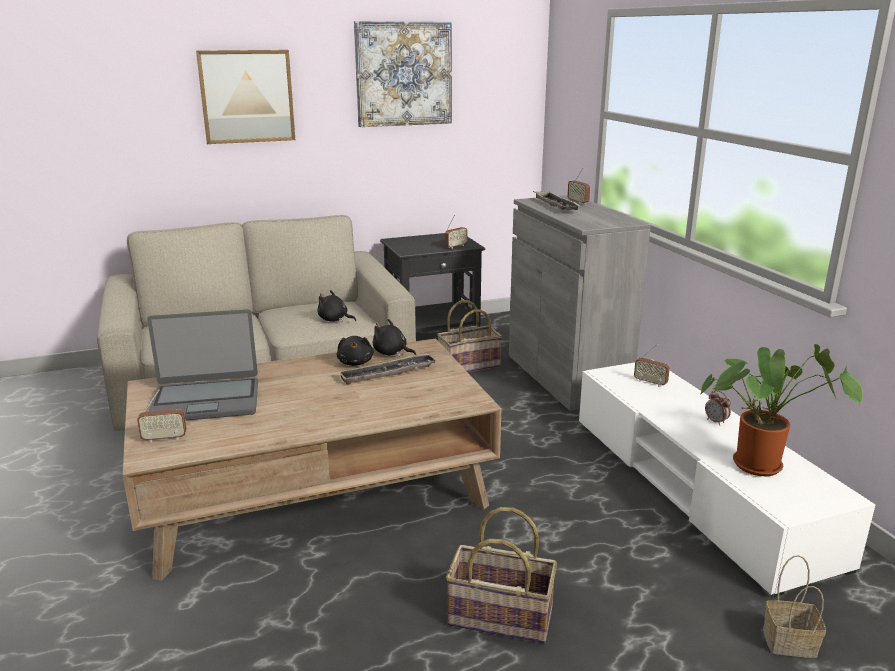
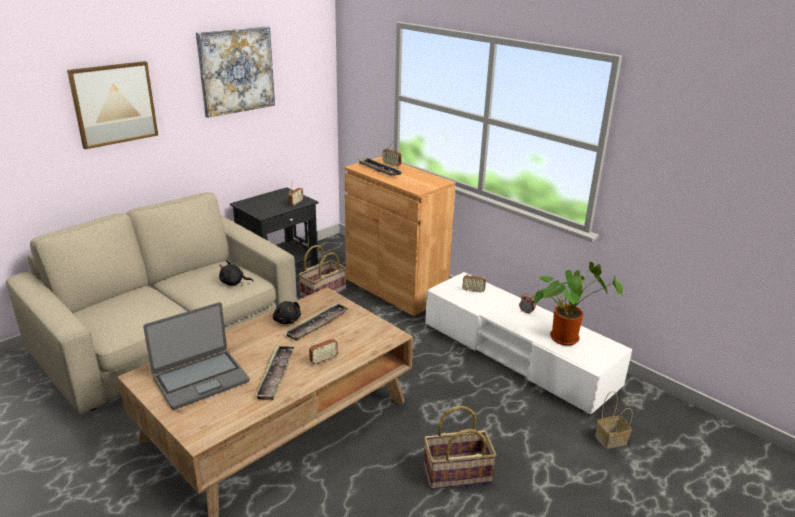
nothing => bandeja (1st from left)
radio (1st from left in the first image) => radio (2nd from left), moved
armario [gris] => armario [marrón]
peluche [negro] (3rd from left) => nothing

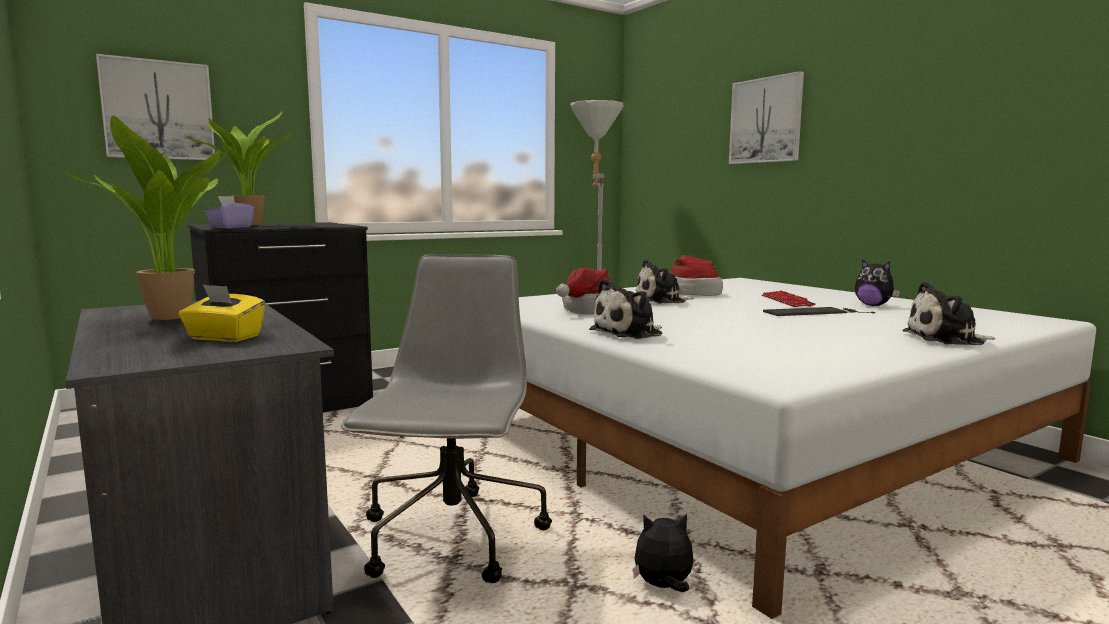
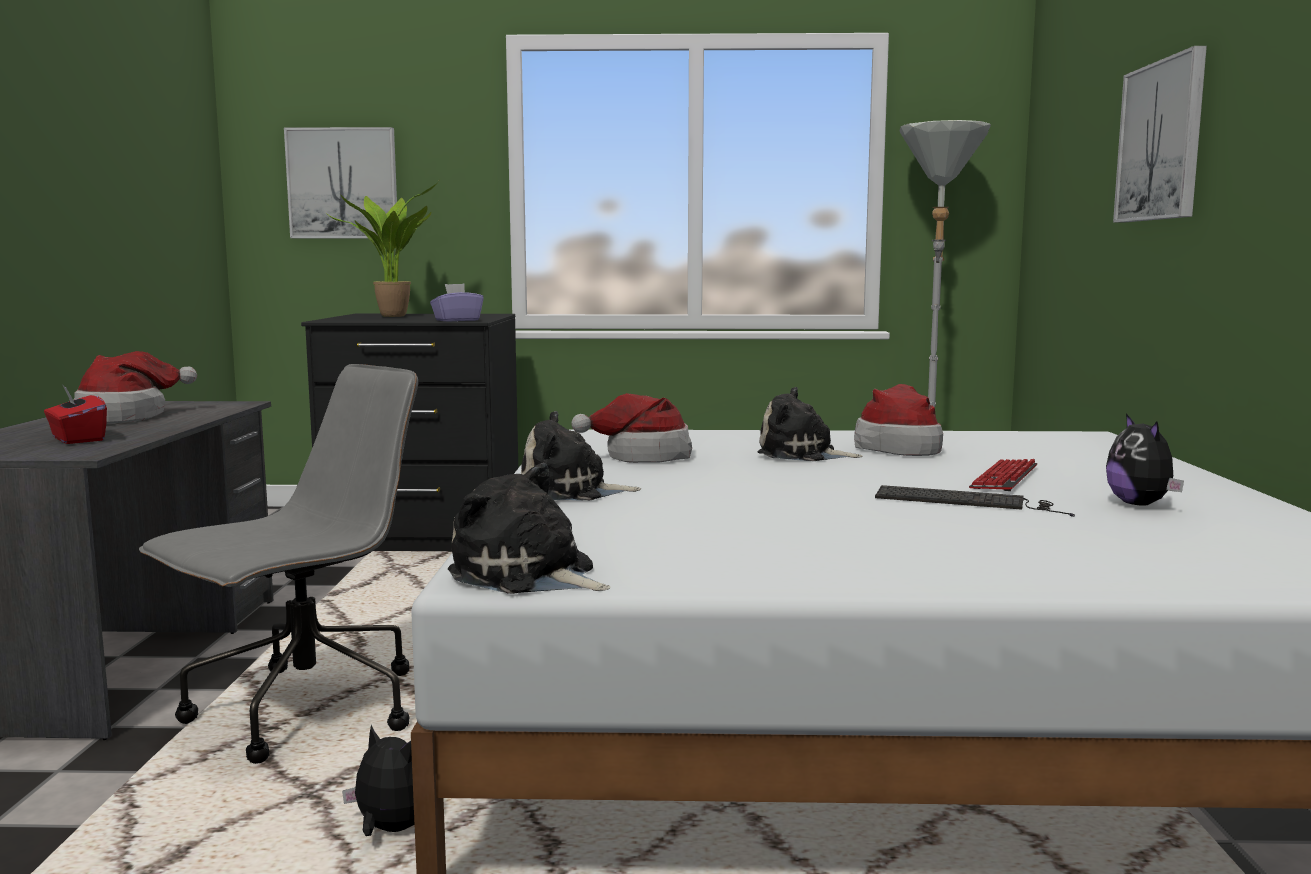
caja de pañuelos [amarillo] => caja de pañuelos [rojo]
planta en maceta (1st from left) => sombrero (1st from left)
caja de pañuelos [morado], moved
peluche (5th from left in the first image) => peluche (2nd from left), moved

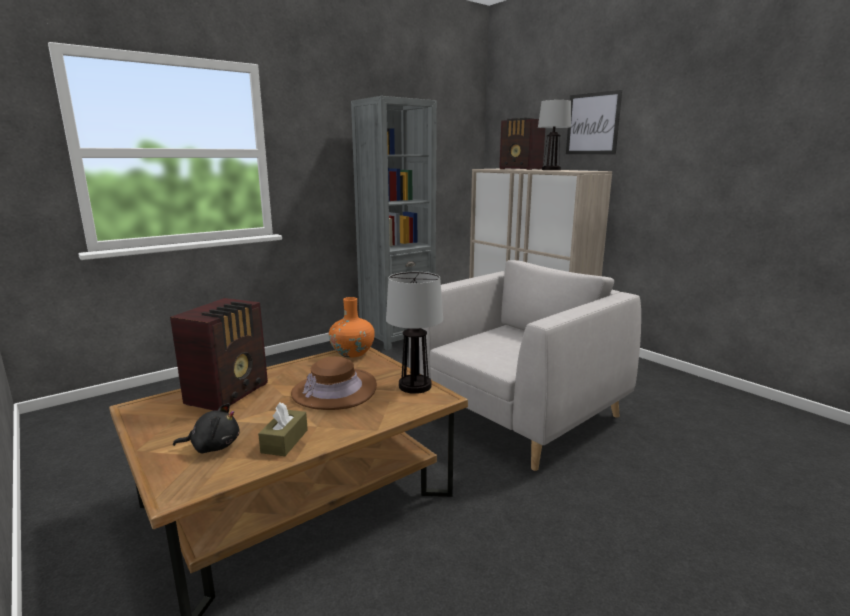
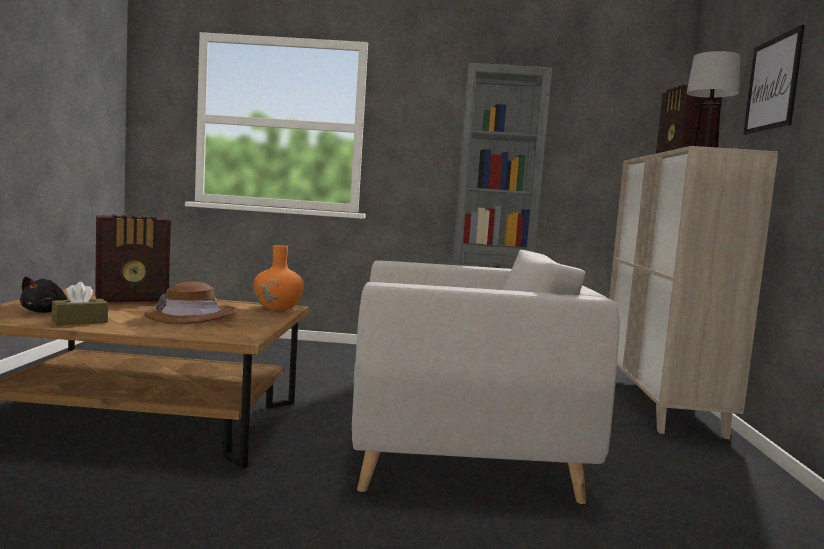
peluche [negro], 60 degrees clockwise
lámpara de mesa (1st from left) => nothing

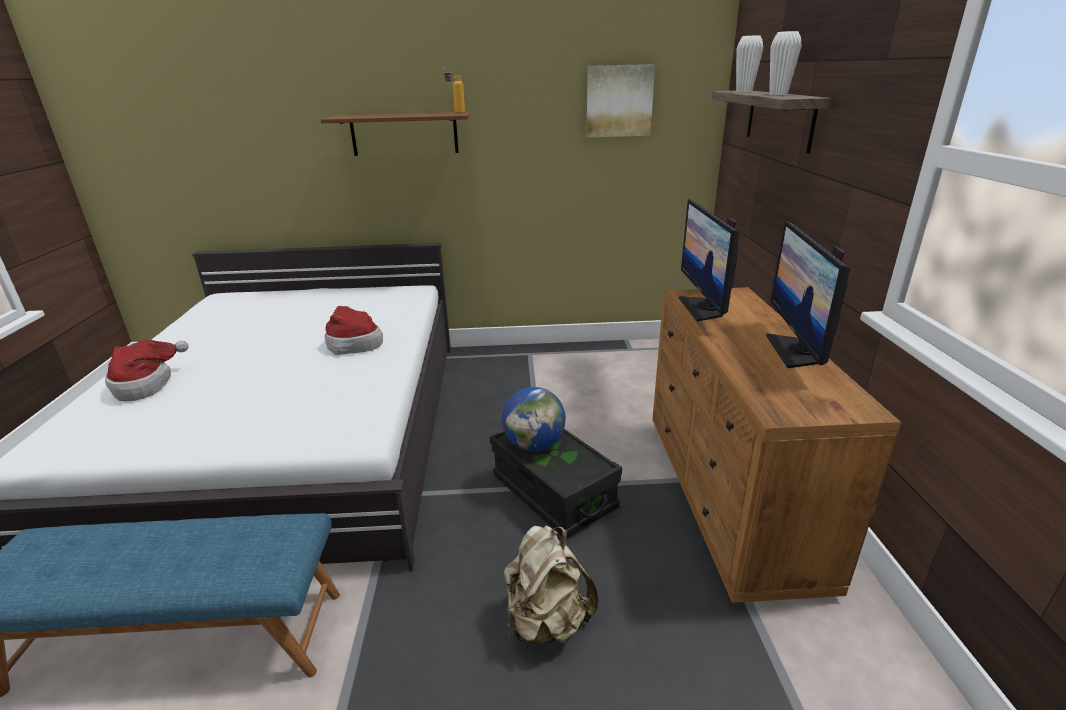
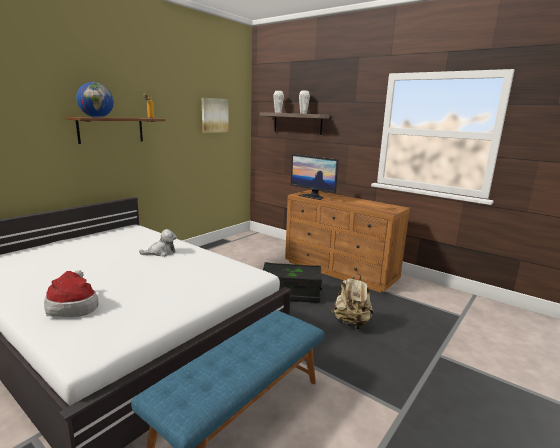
globo terráqueo, moved
sombrero (2nd from left) => peluche
monitor (2nd from left) => nothing

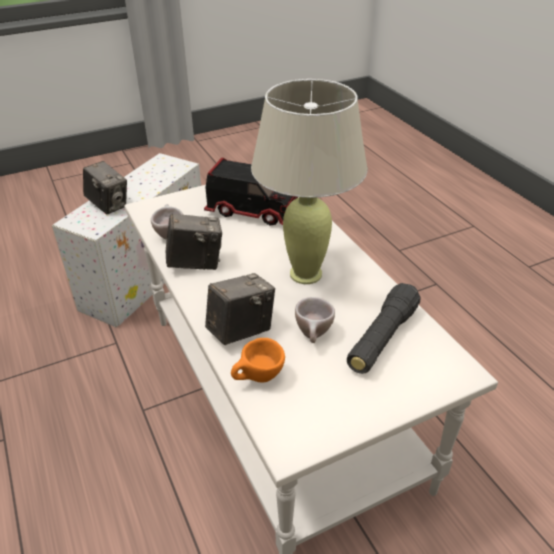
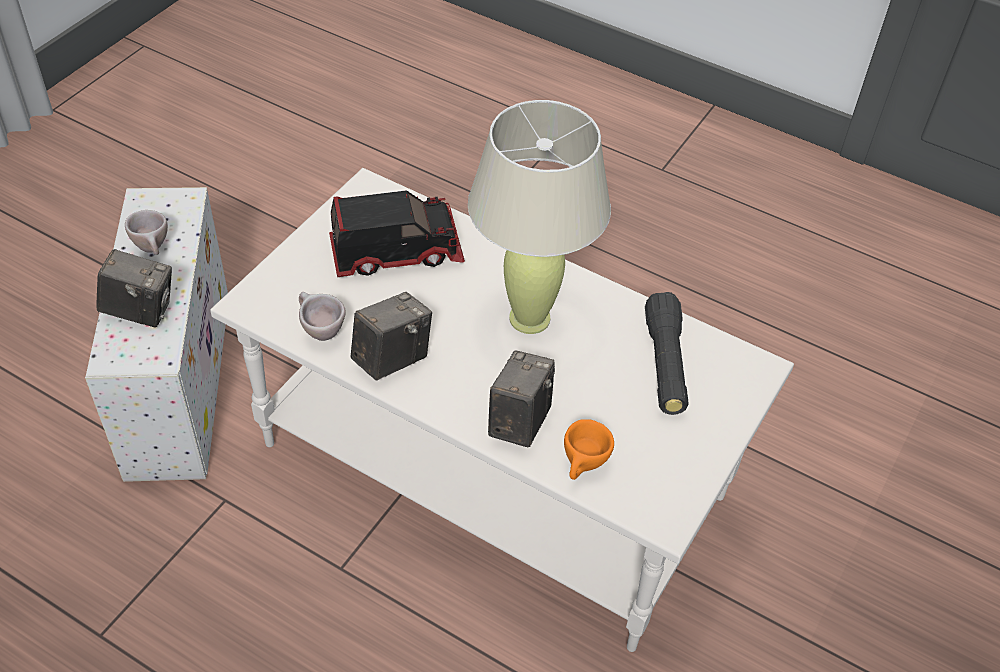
taza [beis] (2nd from left in the first image) => taza [beis] (1st from left), moved

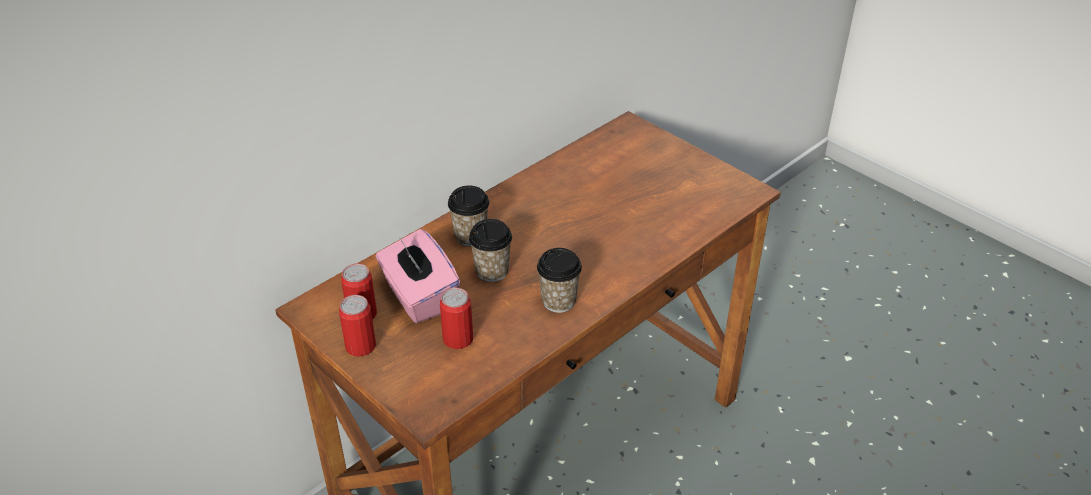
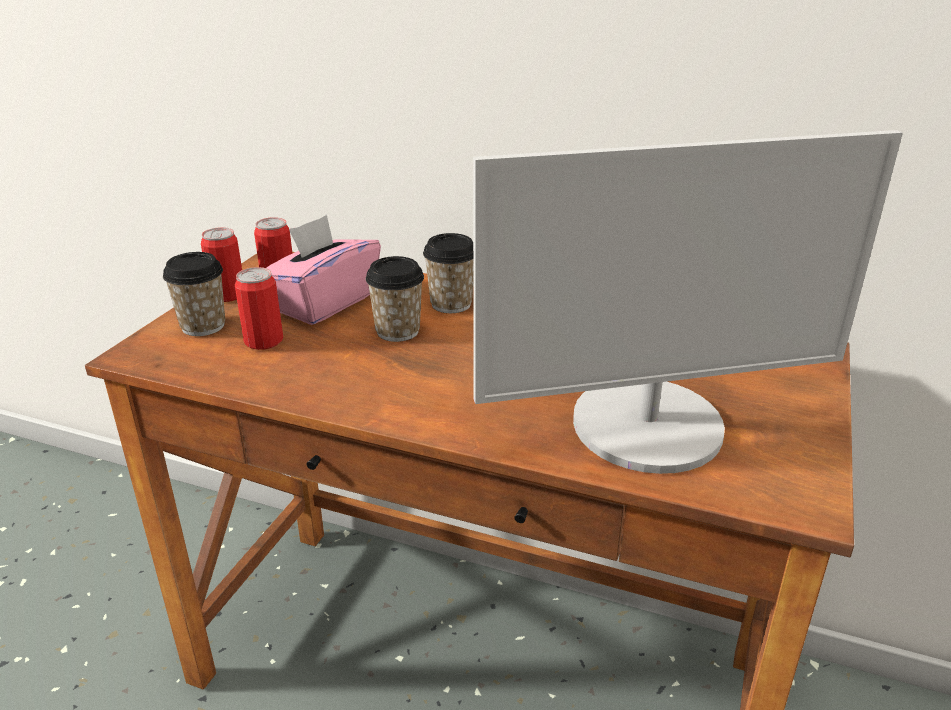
taza (3rd from left in the first image) => taza (1st from left), moved
nothing => monitor

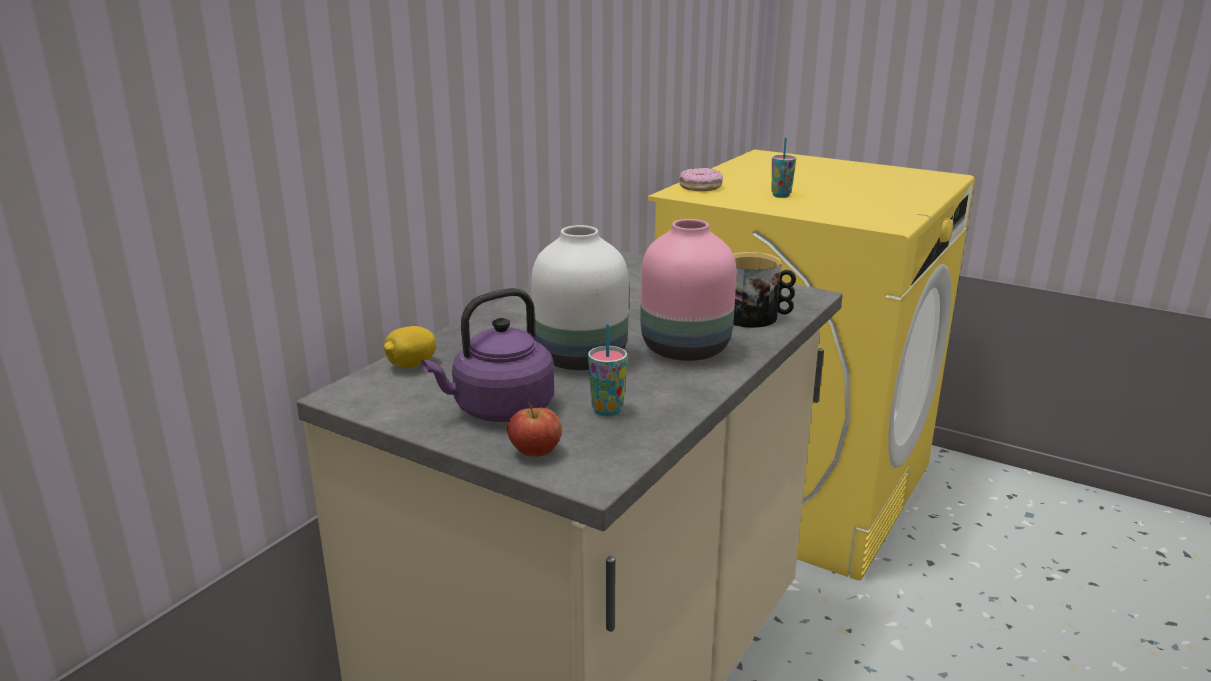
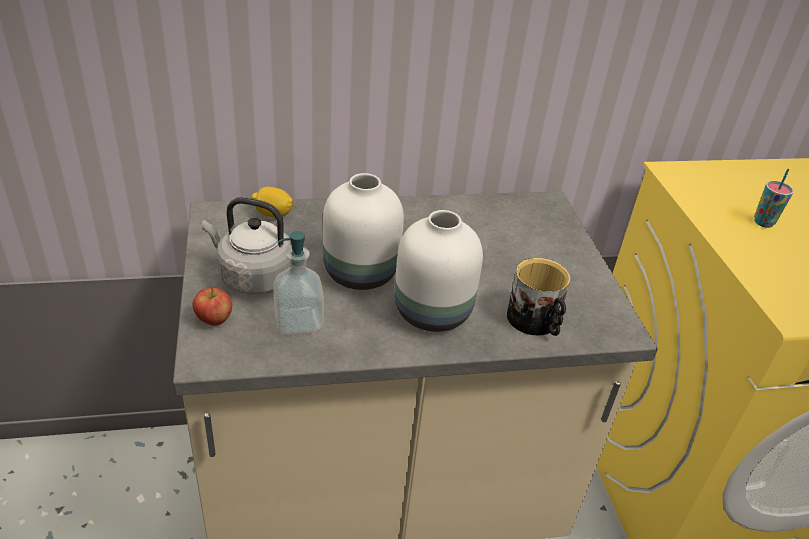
hervidor [morado] => hervidor [gris]
taza (1st from left) => dispensador de jabón
florero [rosa] => florero [blanco] (2nd from left)
rosquilla => nothing

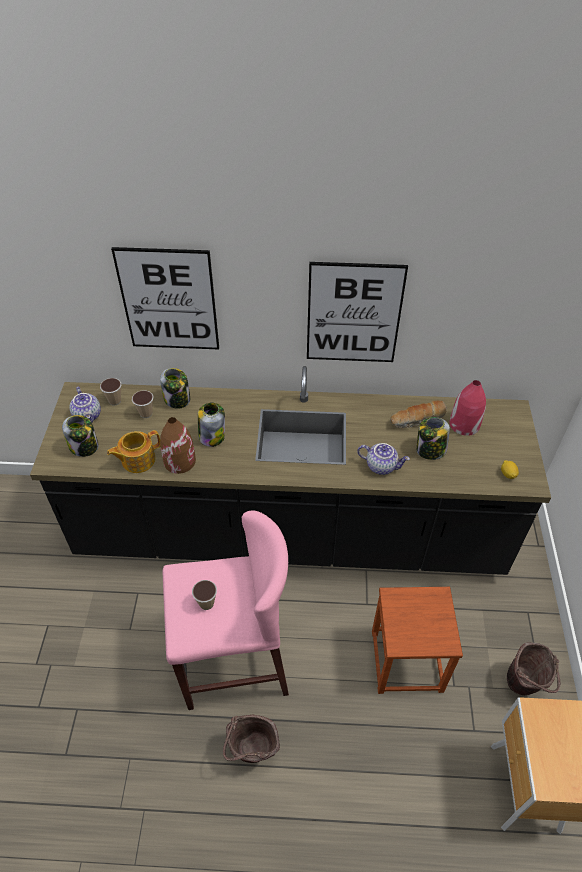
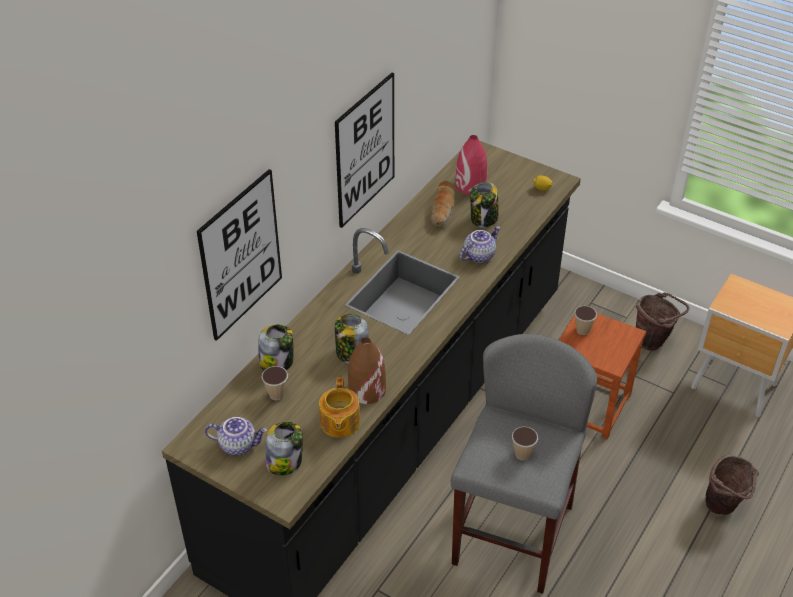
taburete [rosa] => taburete [gris]
taza (1st from left in the first image) => taza (3rd from left), moved
cubo [marrón] (1st from left in the first image) => cubo [marrón] (2nd from left), moved

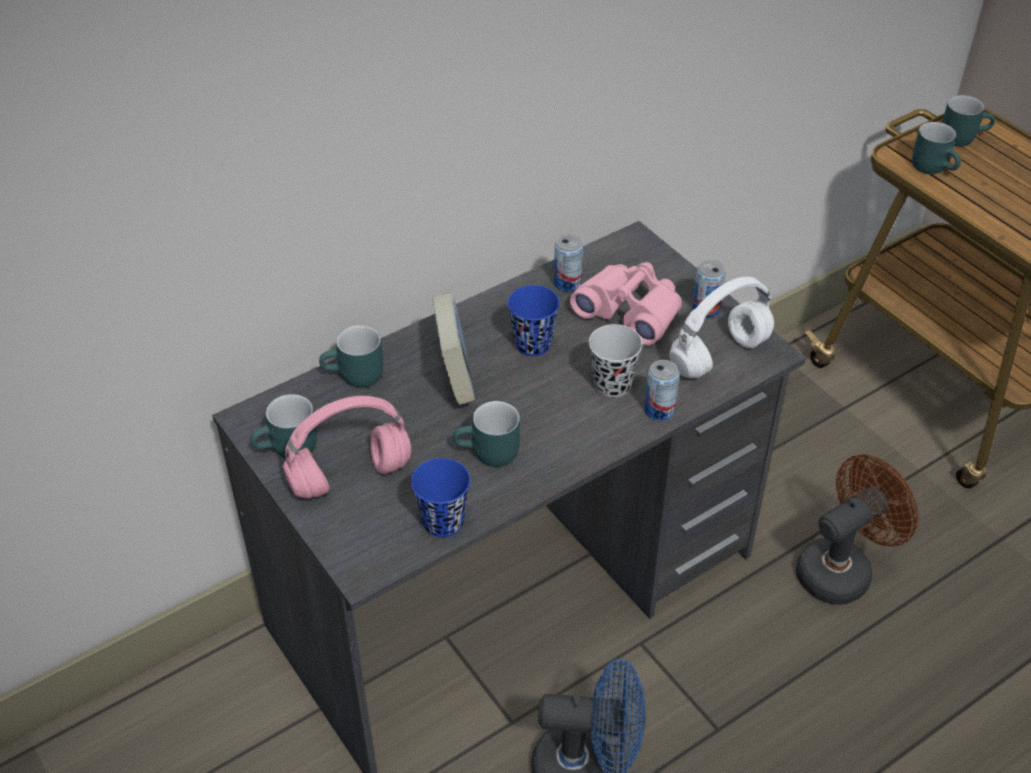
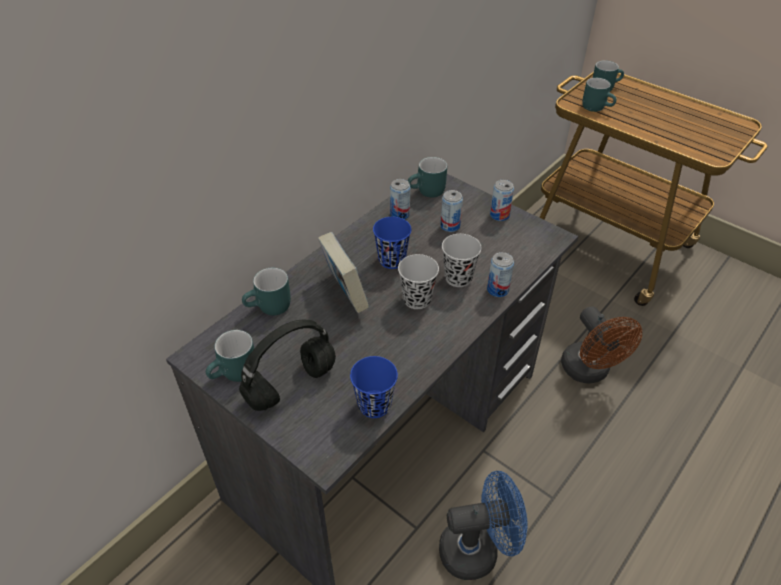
auriculares [rosa] => auriculares [negro]
nothing => taza [negro] (1st from left)
taza grande [turquesa] (3rd from left), moved
prismáticos [rosa] => lata (2nd from left)
ventilador [marrón], 120 degrees clockwise
auriculares [blanco] => nothing

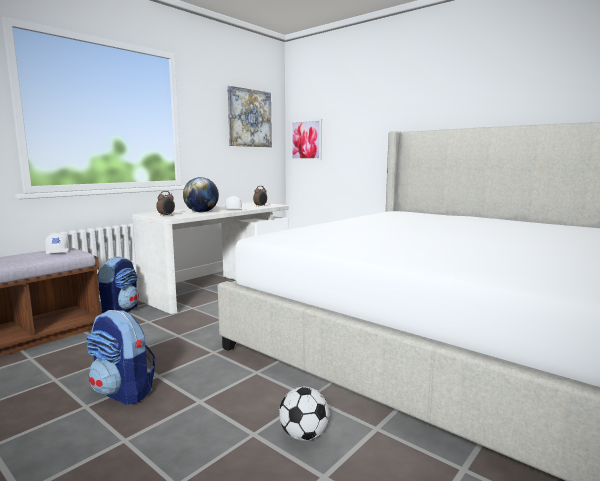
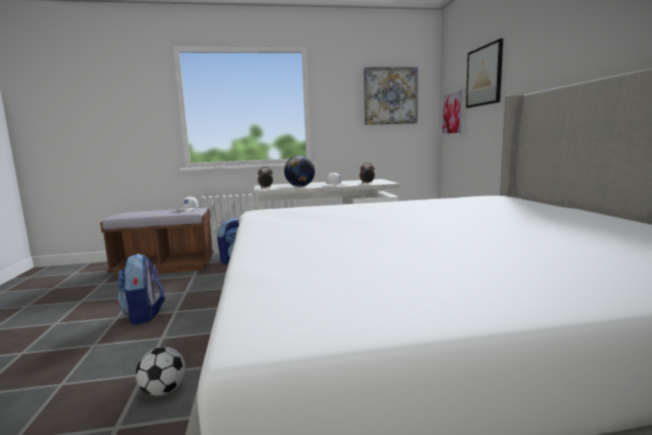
nothing => cuadro (3rd from left)

